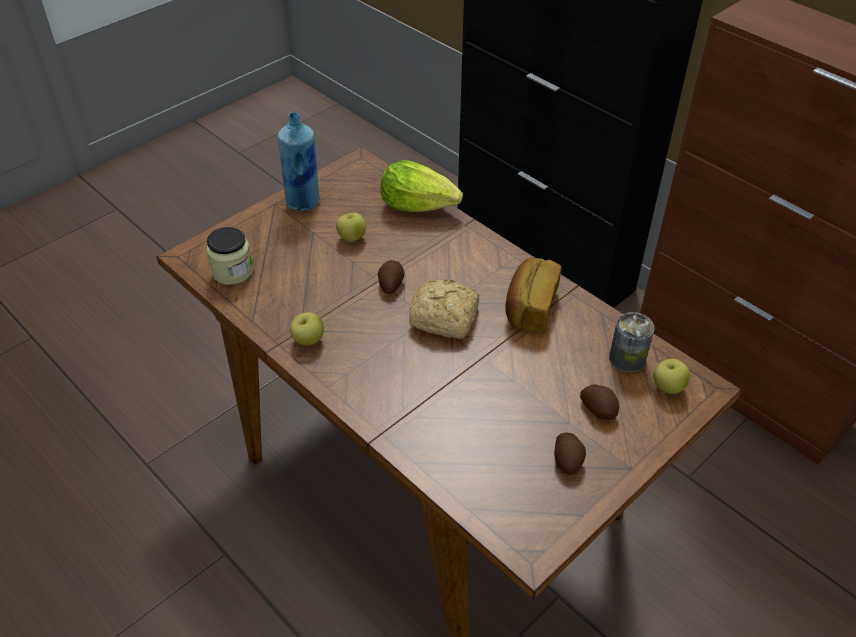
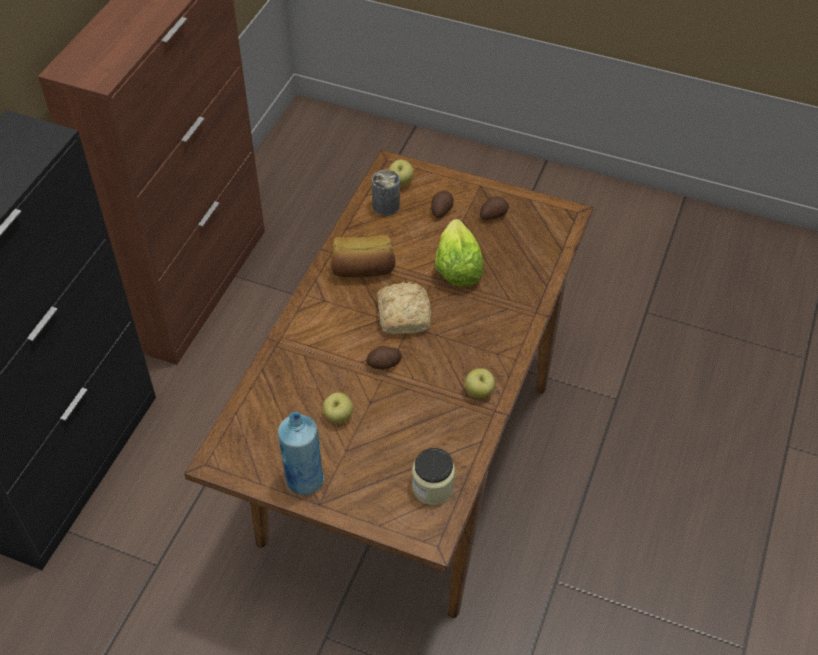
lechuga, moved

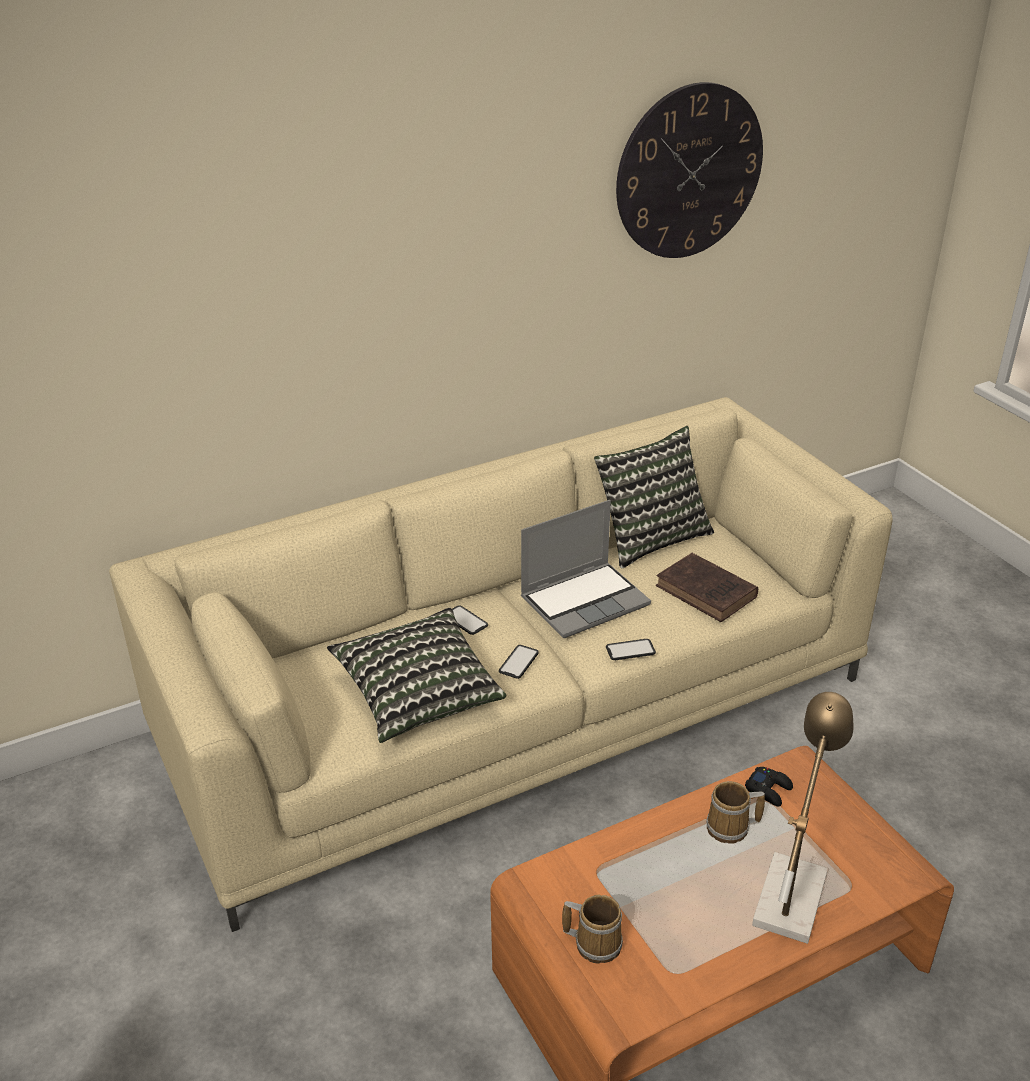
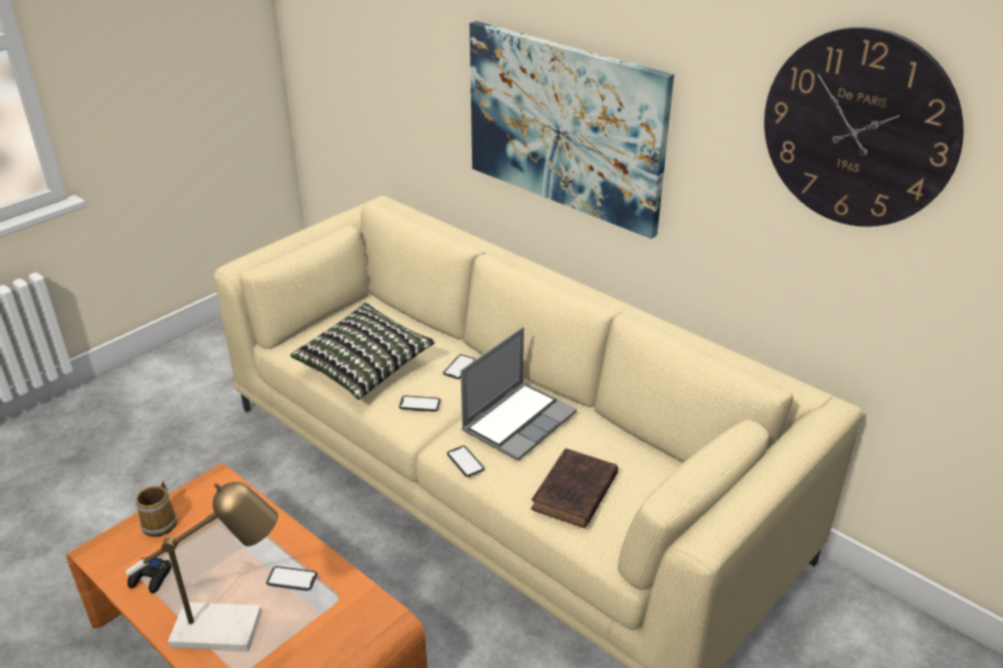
mando de consola [negro], moved
taza grande (2nd from left) => móvil (1st from left)
portátil, 90 degrees counterclockwise
nothing => cuadro
cojín (2nd from left) => nothing

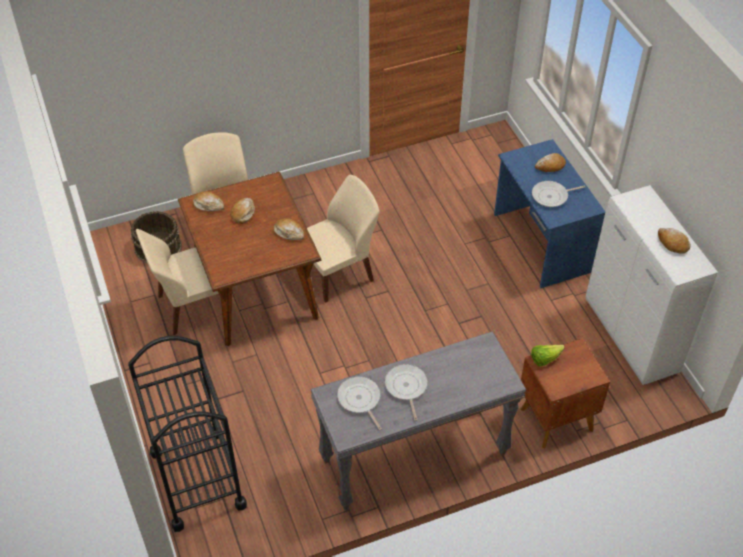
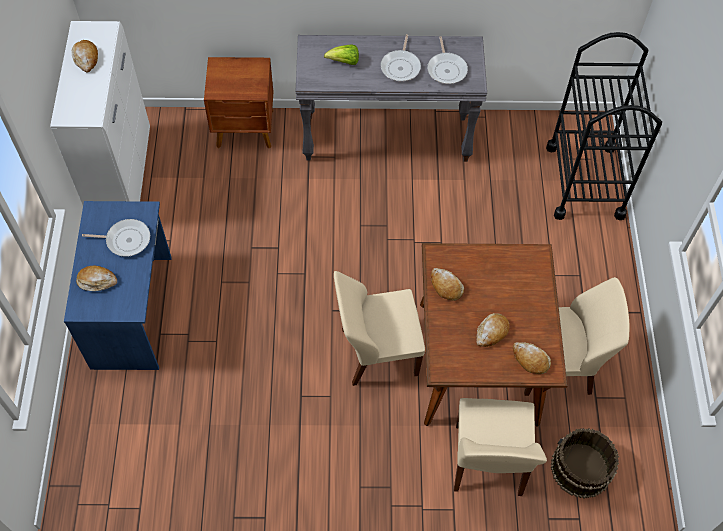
lechuga, moved

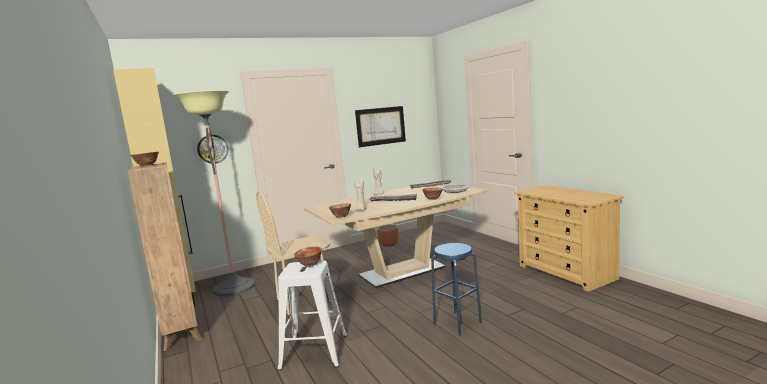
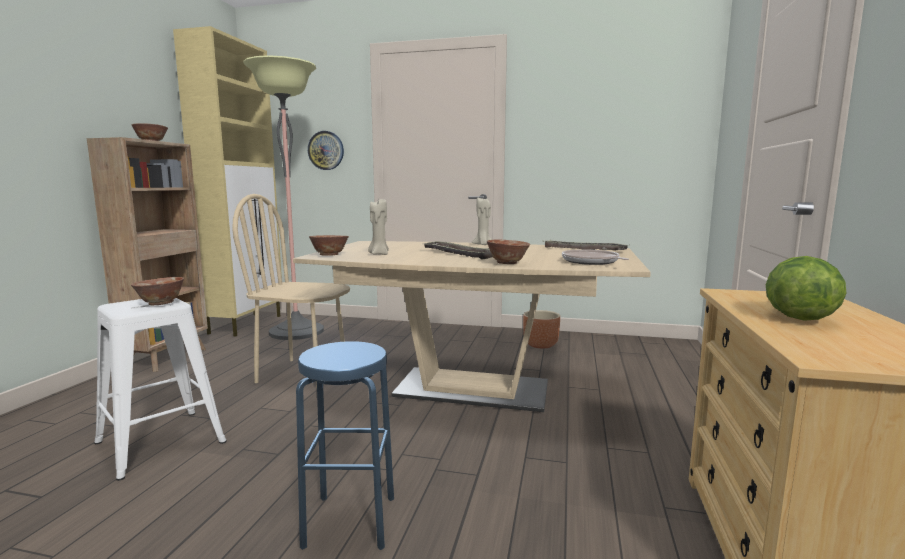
nothing => lechuga
cuadro => nothing

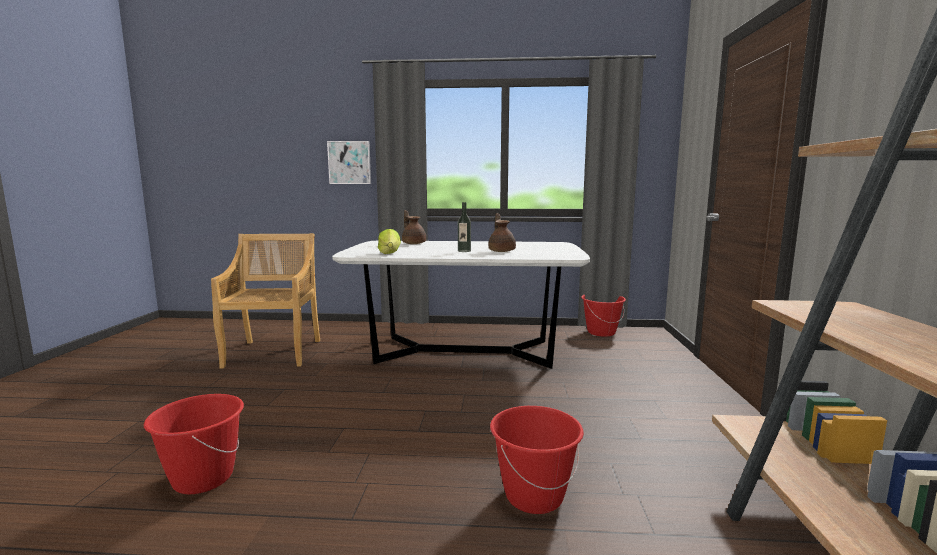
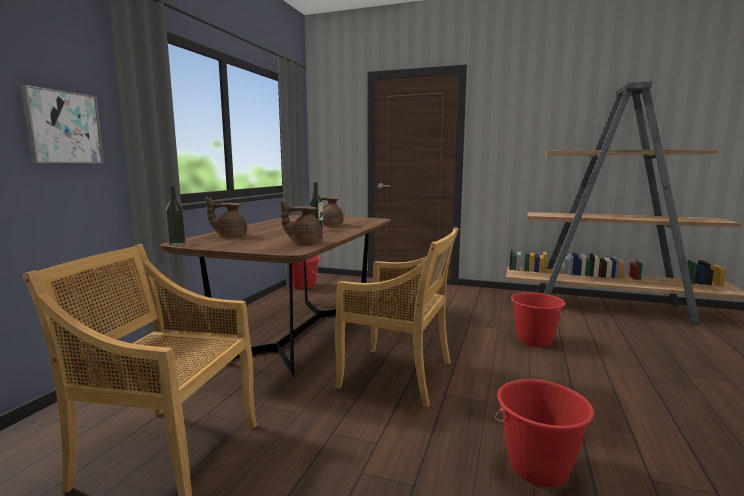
mesa de comedor [blanco] => mesa de comedor [marrón]
nothing => botella (1st from left)
lechuga => tetera [marrón] (2nd from left)
nothing => silla [beis] (2nd from left)

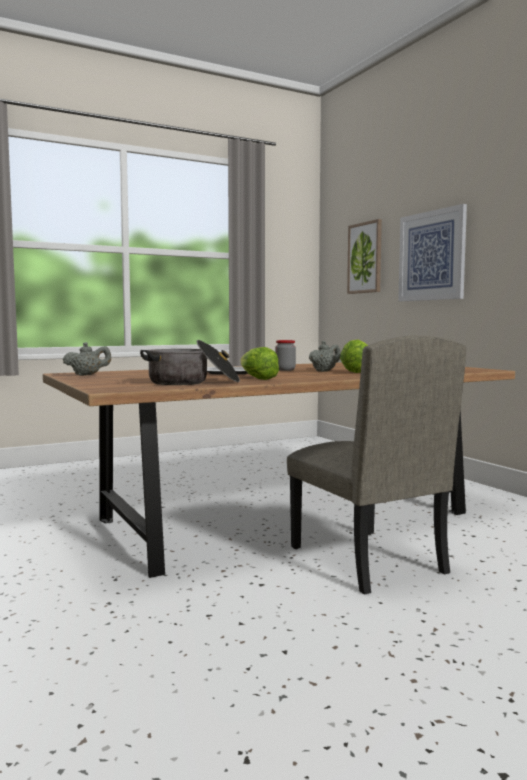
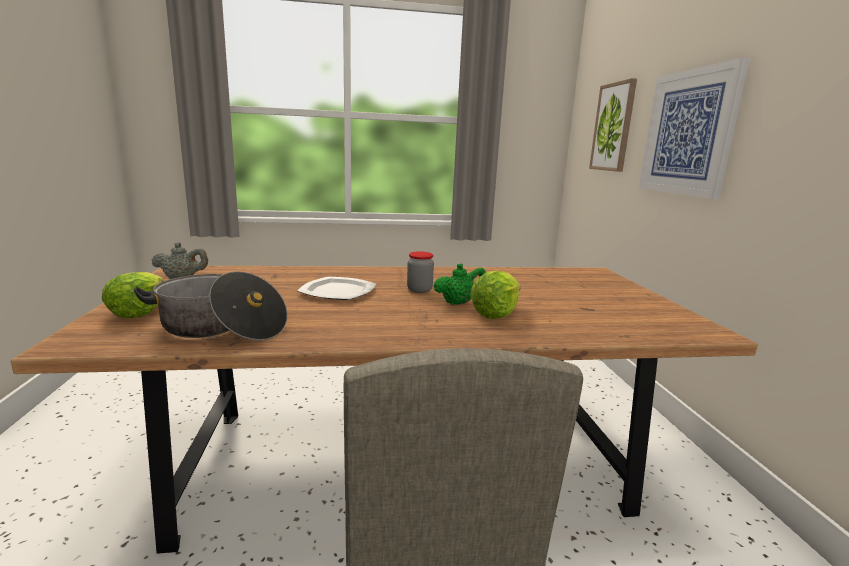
lechuga (1st from left), moved
tetera [gris] (2nd from left) => tetera [verde]

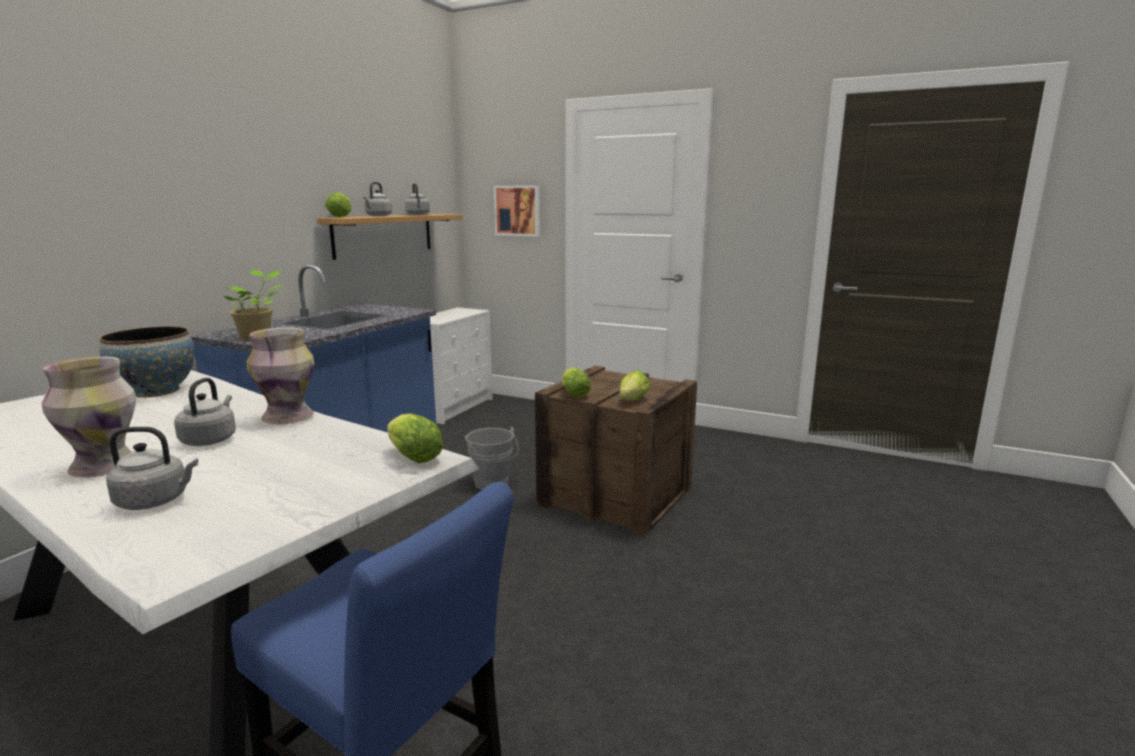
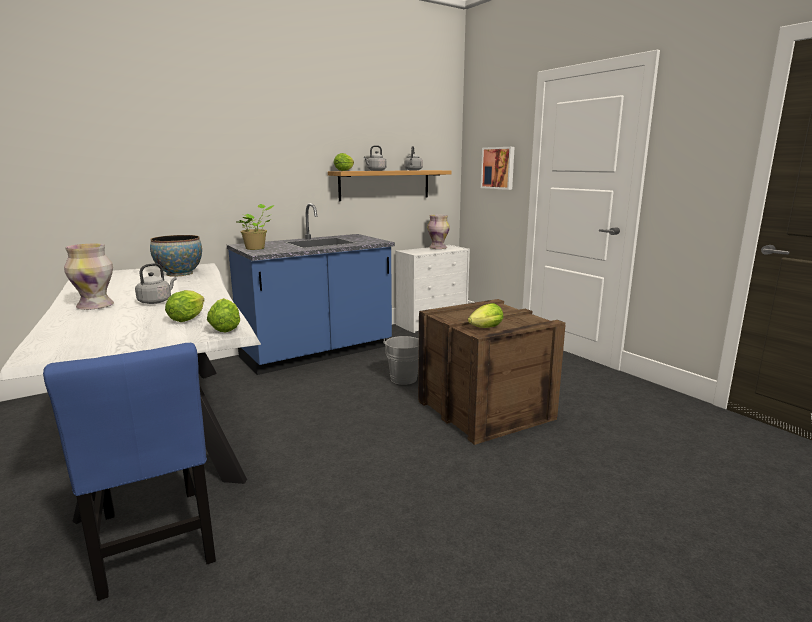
lechuga (3rd from left in the first image) => lechuga (1st from left), moved
florero (2nd from left), moved
hervidor [gris] (1st from left) => nothing

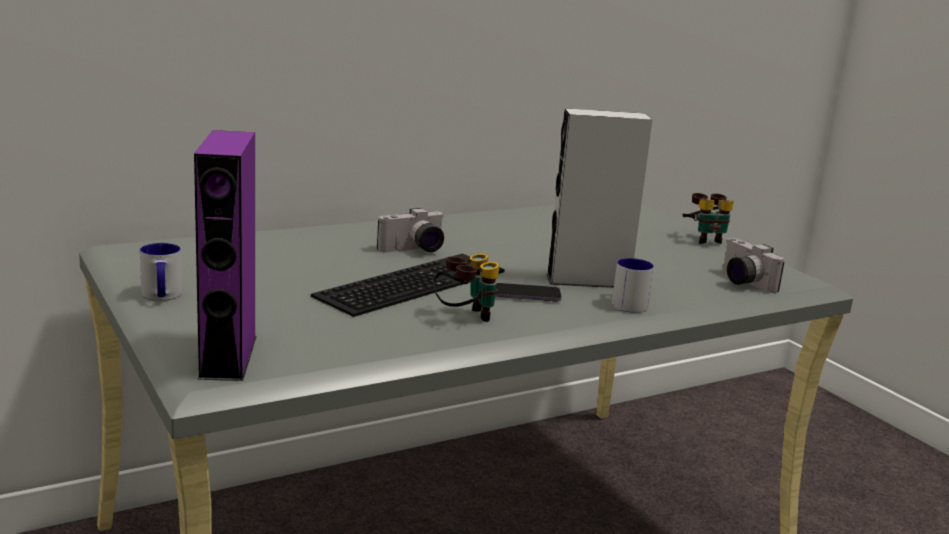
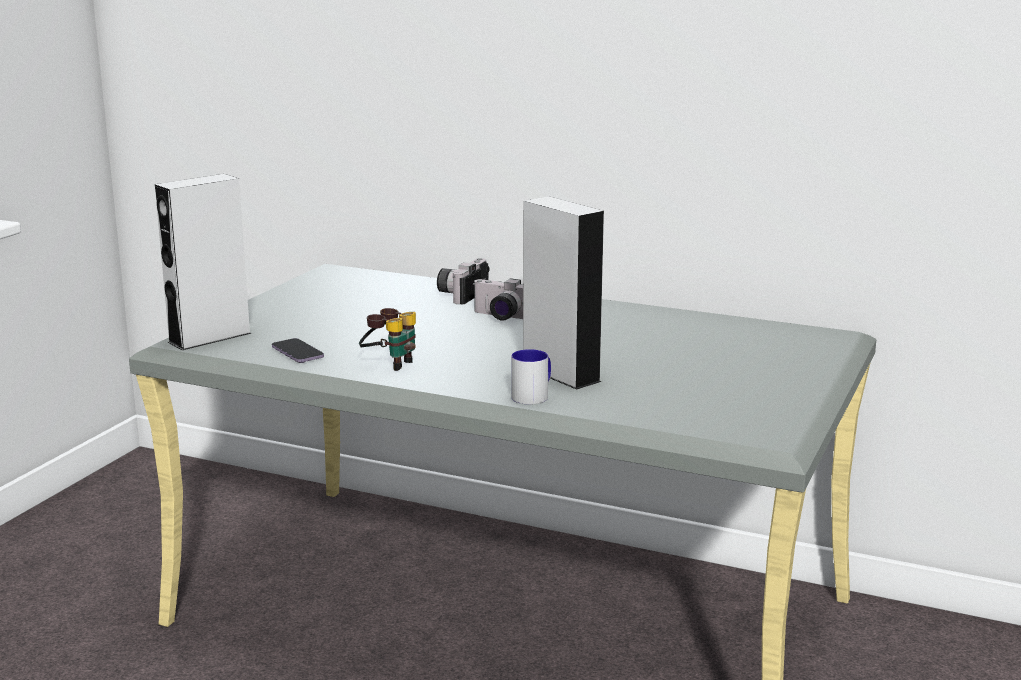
altavoz [morado] => altavoz [gris] (1st from left)
móvil, moved
cámara (2nd from left in the first image) => cámara (1st from left), moved
taza grande (1st from left) => nothing
teclado => nothing
prismáticos (2nd from left) => nothing

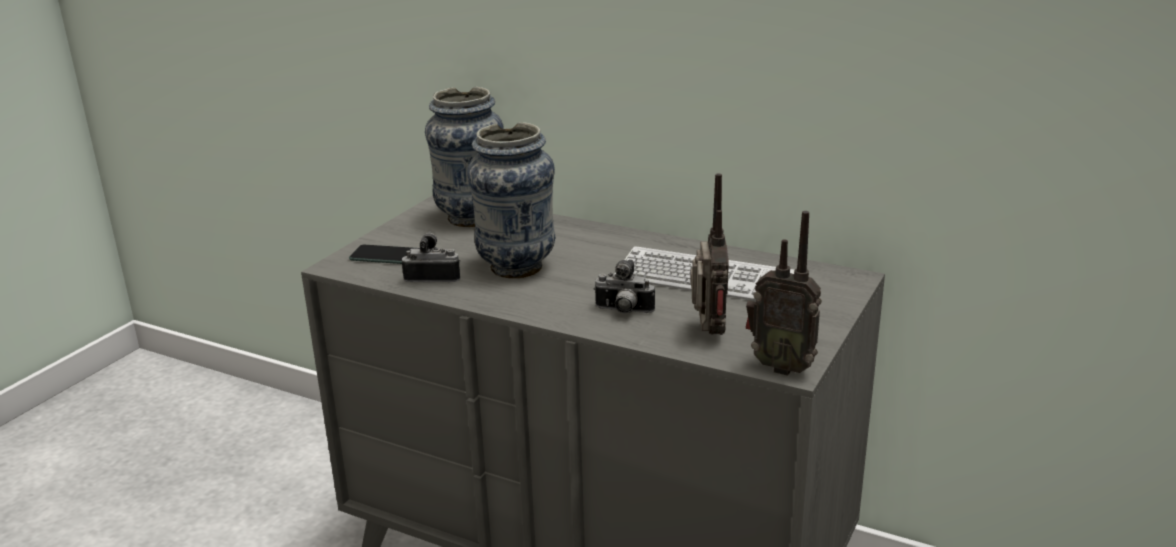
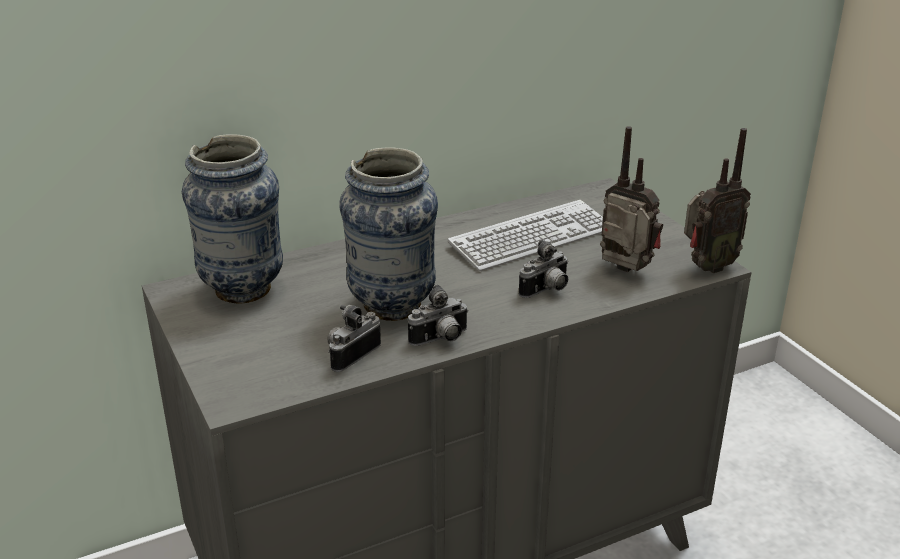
nothing => cámara (2nd from left)
móvil => nothing

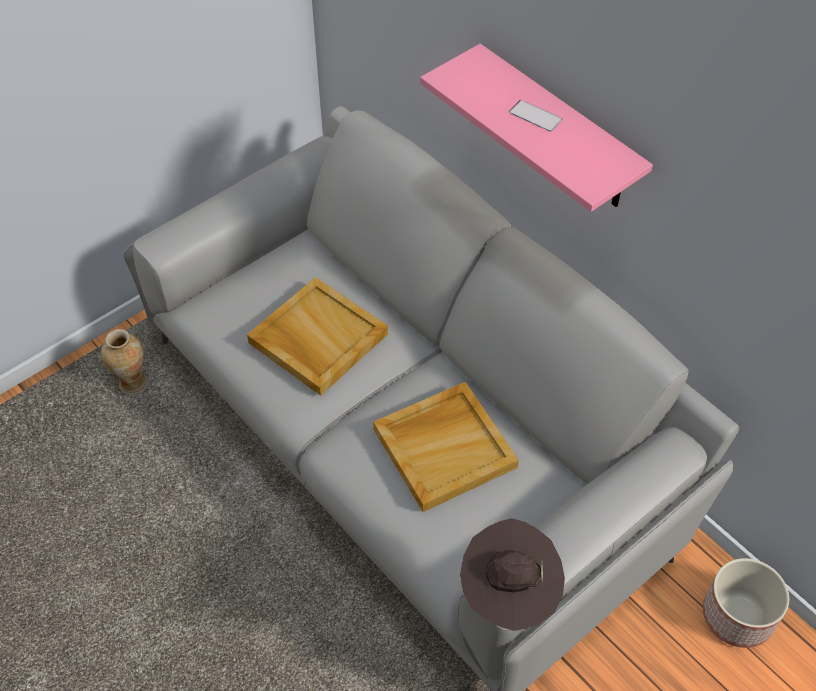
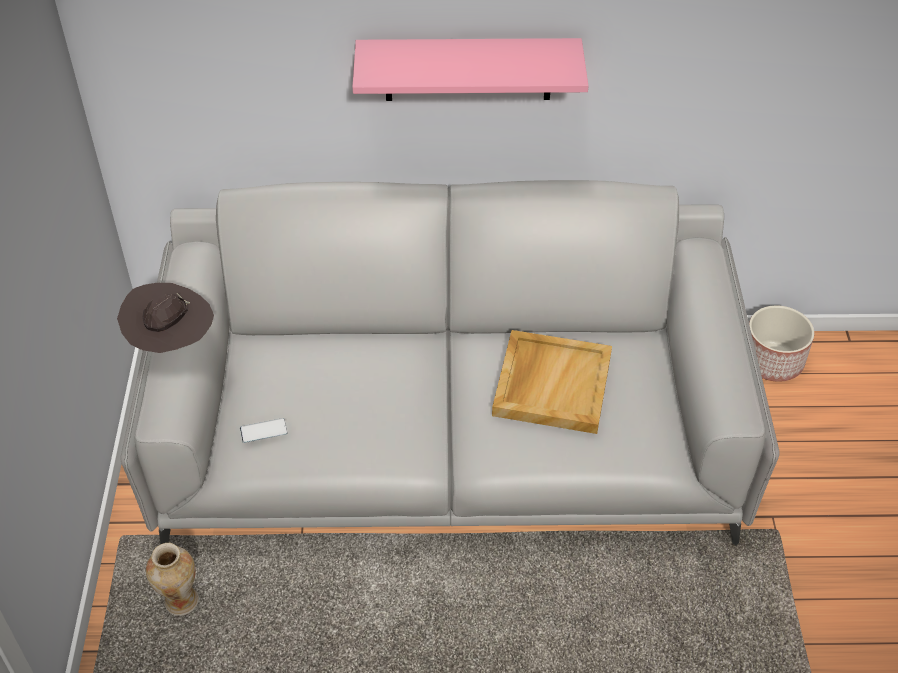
sombrero [marrón], moved
móvil, moved
bandeja [beis] (1st from left) => nothing

